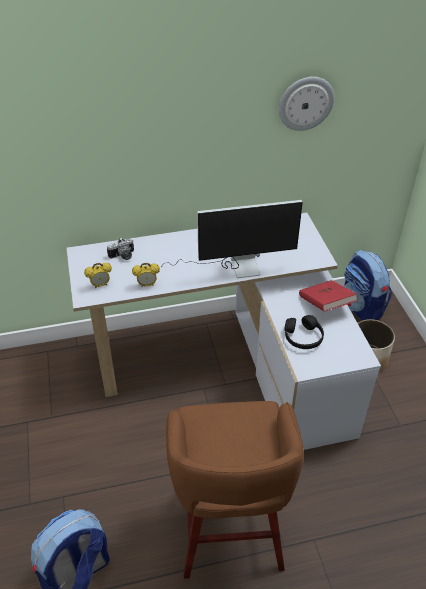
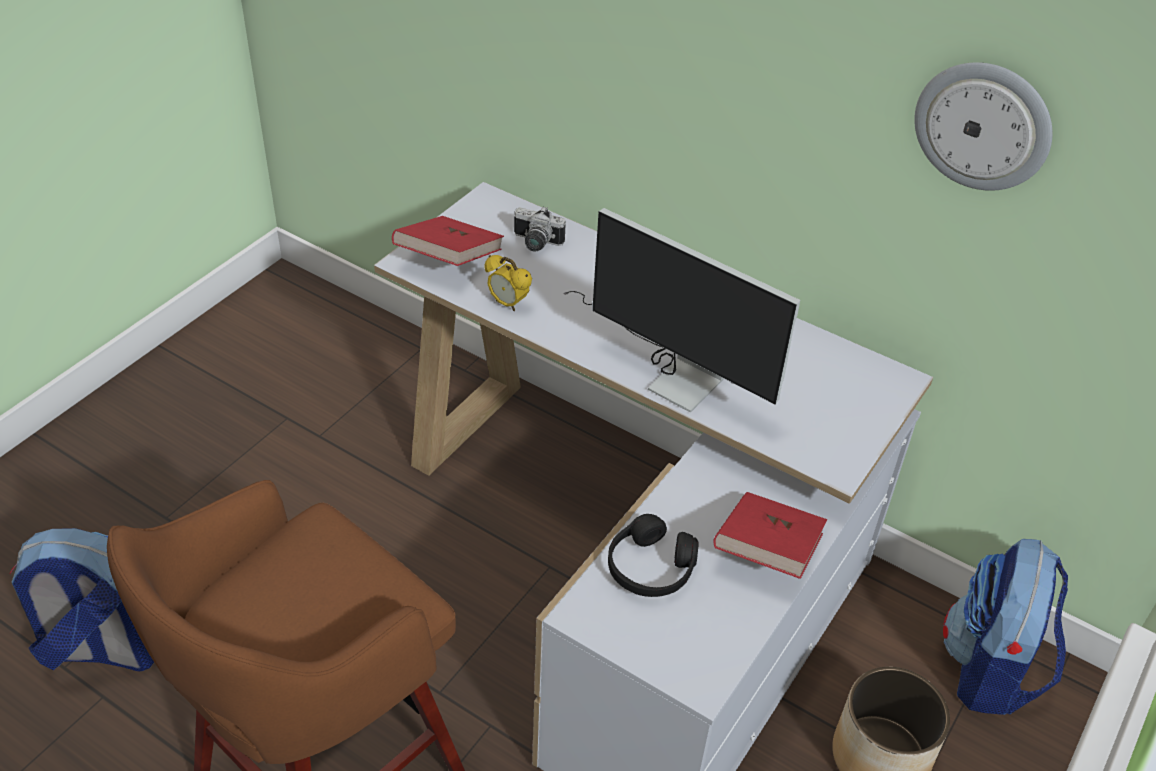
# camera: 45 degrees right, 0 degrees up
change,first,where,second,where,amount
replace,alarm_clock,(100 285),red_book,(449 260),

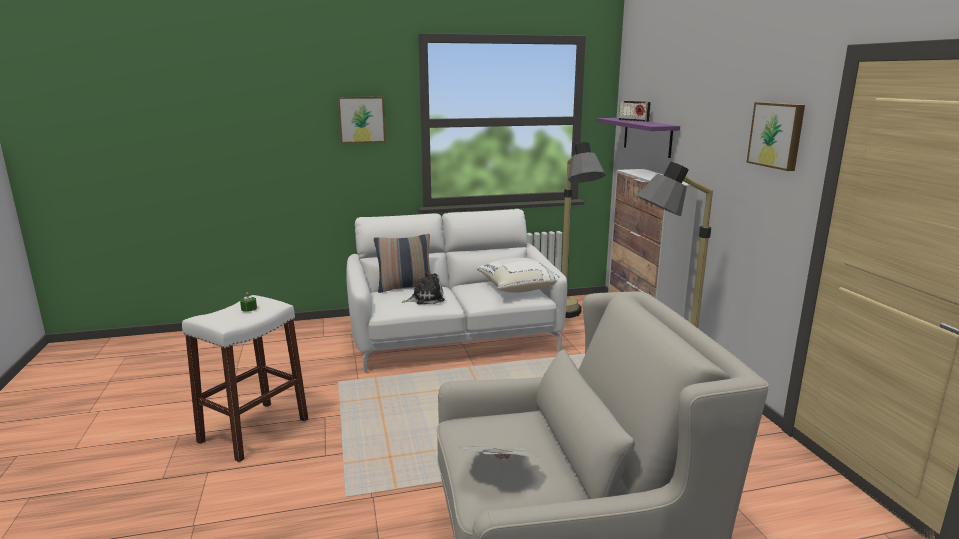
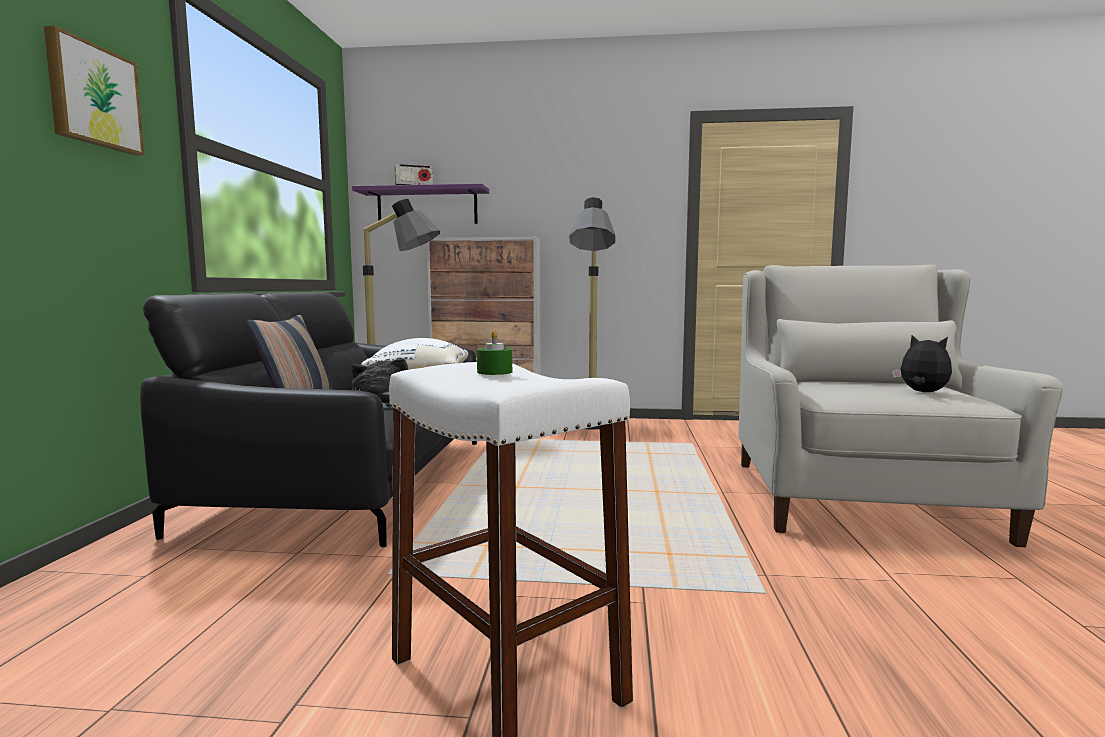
# camera: 70 degrees left, 10 degrees down
change,first,where,second,where,amount
delete,picture,(777 135),,,
replace,newspaper,(501 470),plush_toy,(922 392),
recolor,white_sofa,(454 337),black_sofa,(353 482),

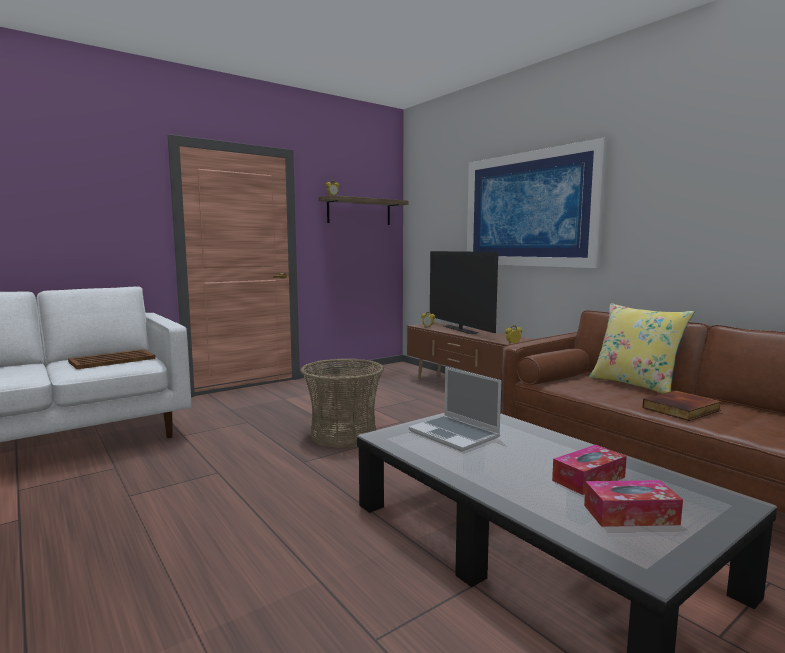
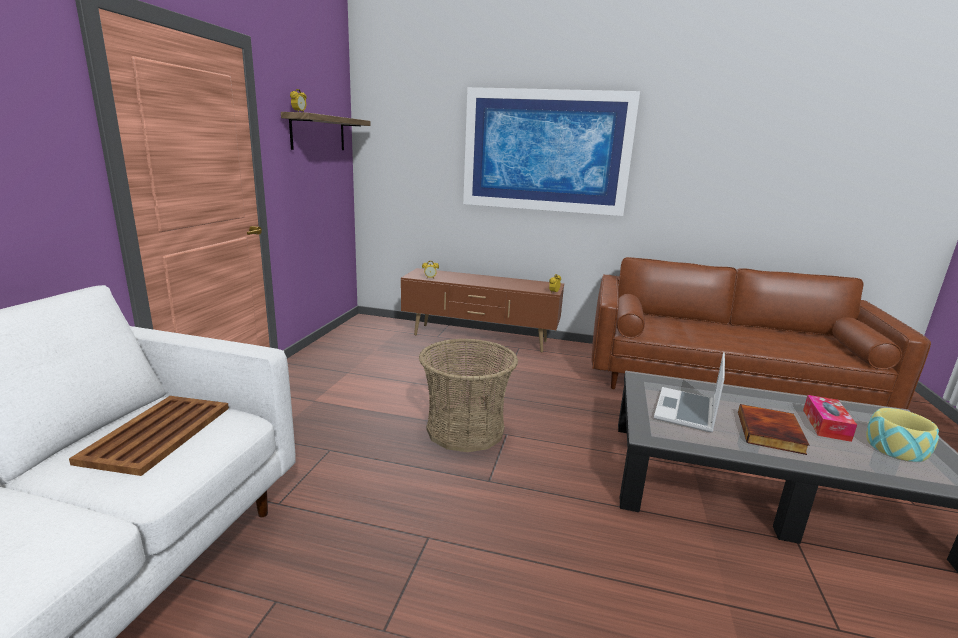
# camera: 40 degrees left, 10 degrees up
change,first,where,second,where,amount
delete,television,(460 330),,,
delete,yellow_pillow,(635 384),,,
move,book,(682 409),,(771 433),
replace,tissue_box,(630 515),bowl,(895 448),
rotate,laptop,(455 435),,(686 411),105 degrees clockwise

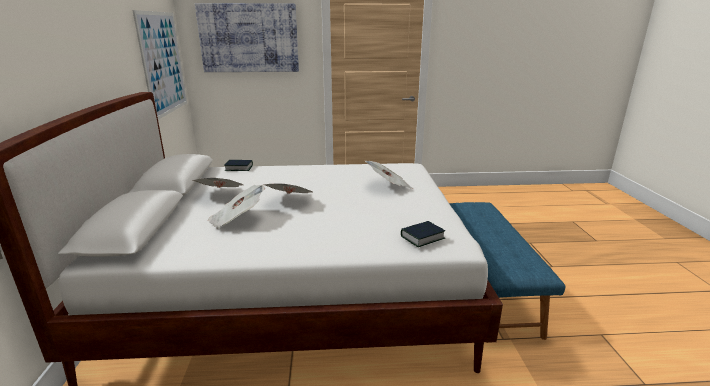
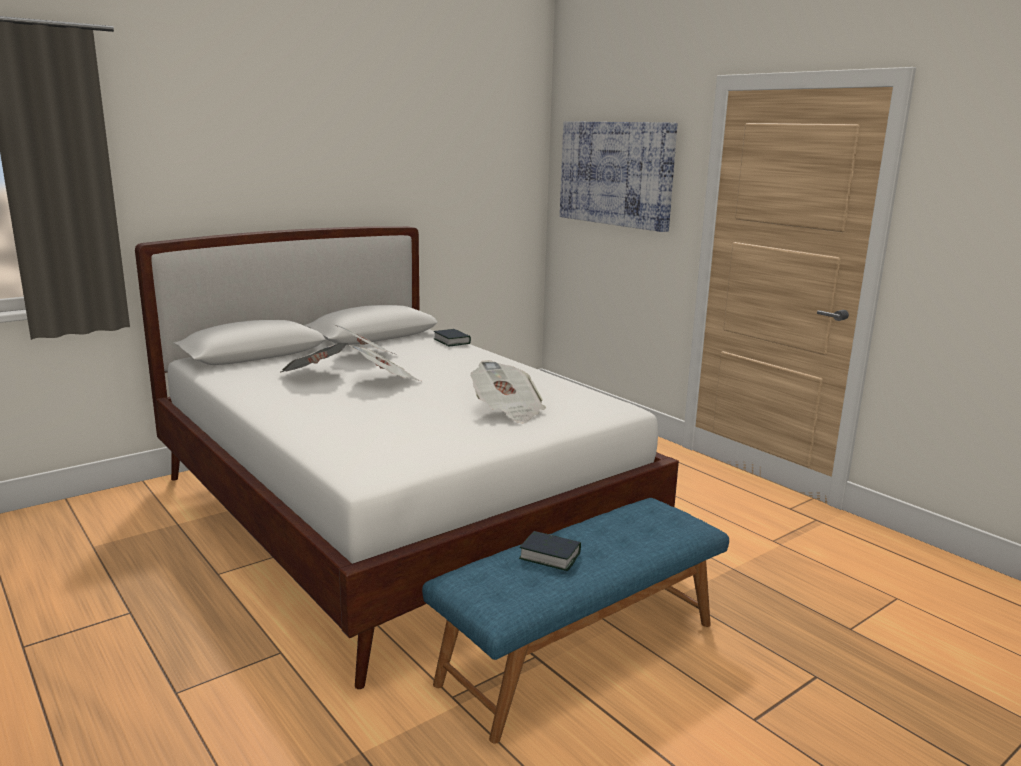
# camera: 55 degrees right, 5 degrees down
change,first,where,second,where,amount
delete,picture,(163 63),,,
move,book,(422 237),,(549 556),

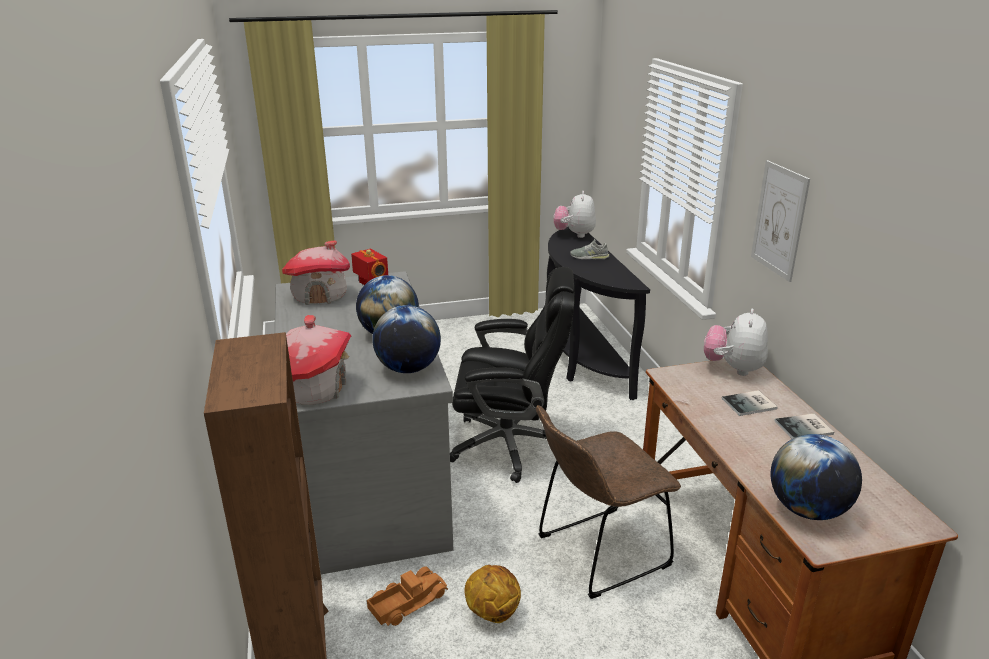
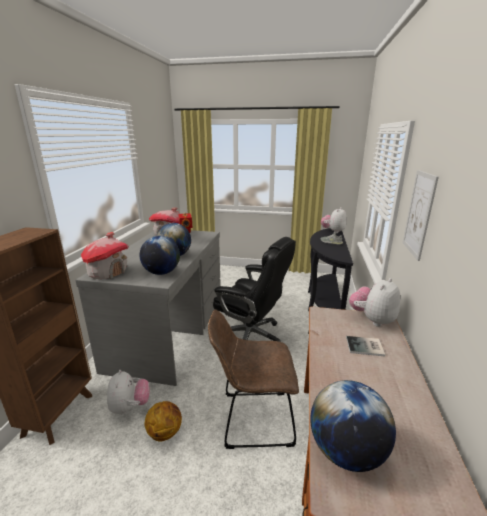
# camera: 25 degrees right, 5 degrees down
change,first,where,second,where,amount
delete,book,(805 428),,,
replace,toy_truck,(407 602),plush_toy,(130 407),

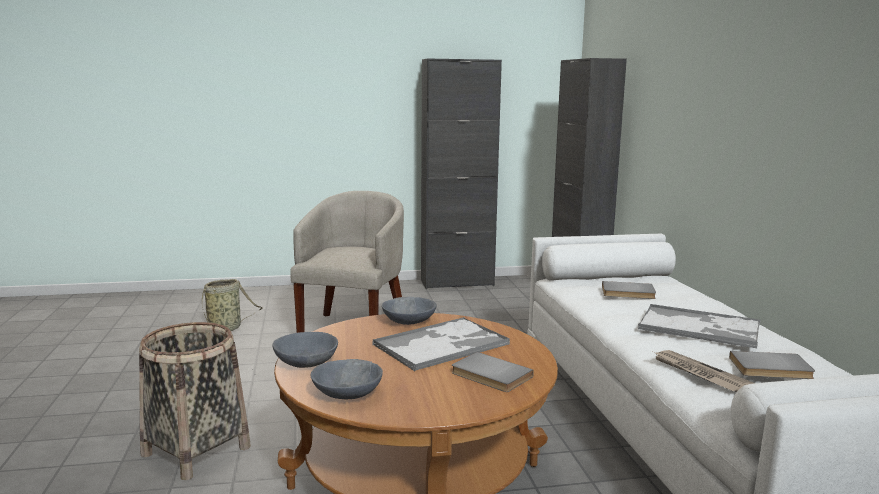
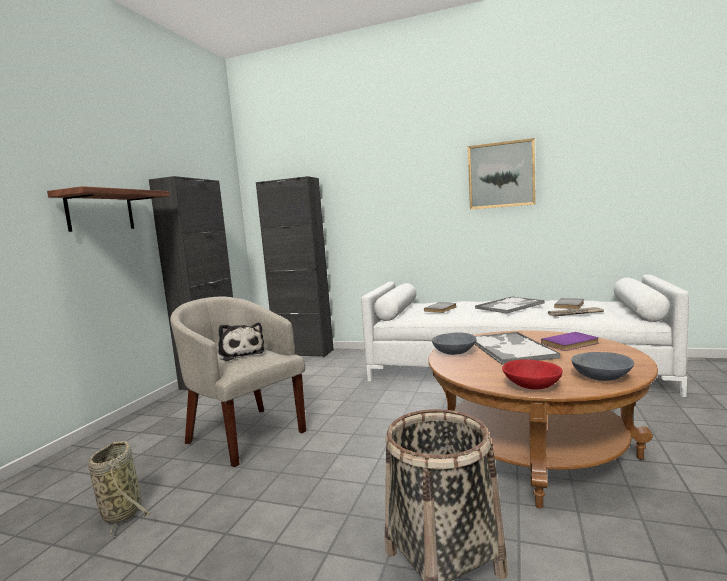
# camera: 60 degrees left, 5 degrees down
change,first,where,second,where,amount
insert,,,shelf,(100 211),
insert,,,plush_toy,(241 354),
insert,,,picture,(501 175),
recolor,grey_bowl,(306 362),red_bowl,(531 385),
recolor,grey_book,(490 375),purple_book,(571 344),

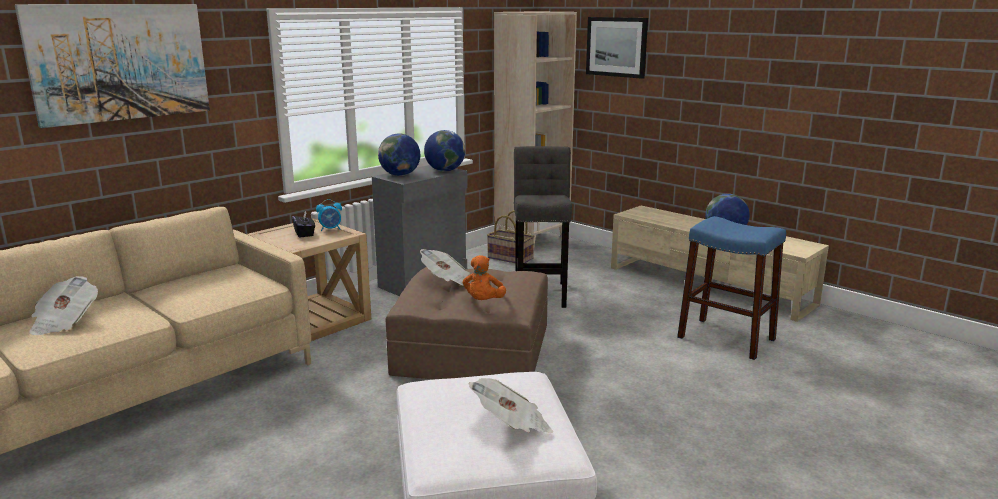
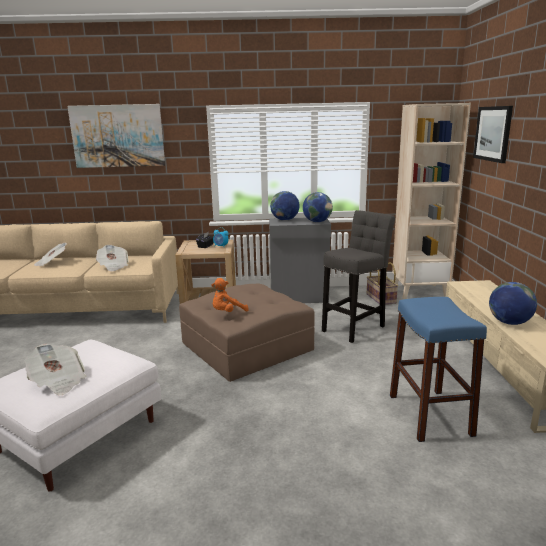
# camera: 45 degrees right, 0 degrees up
change,first,where,second,where,amount
move,newspaper,(446 280),,(113 266),

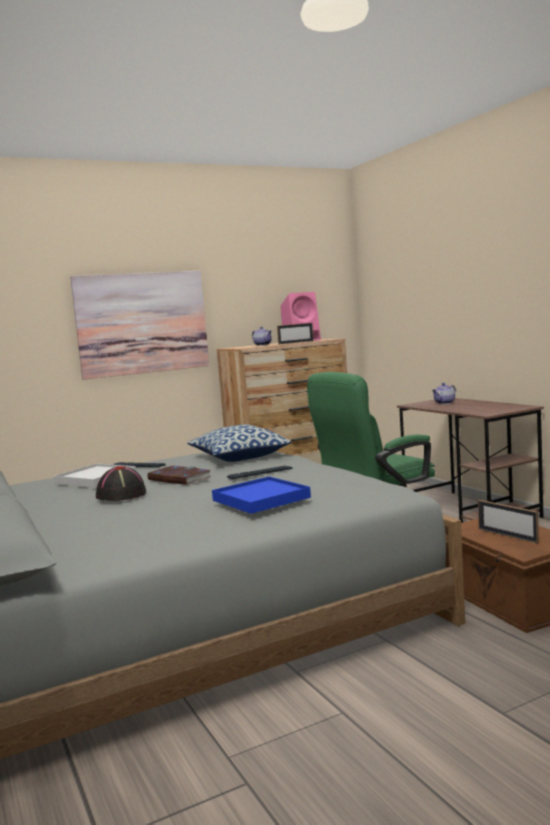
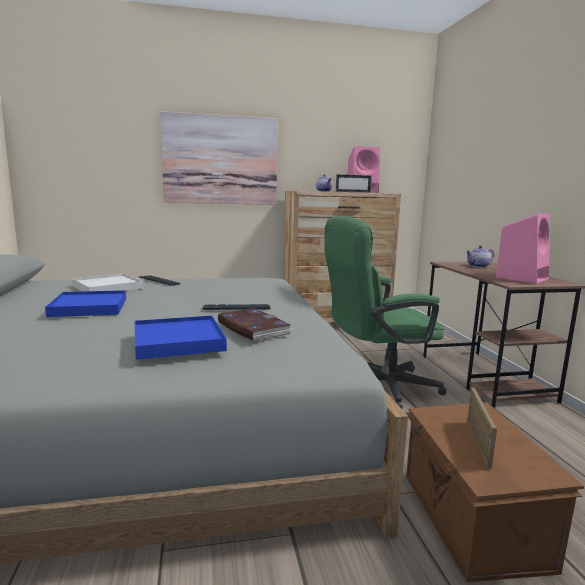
# camera: 15 degrees right, 5 degrees up
change,first,where,second,where,amount
delete,pillow,(239 457),,,
insert,,,pink_speaker,(522 278),
move,book,(179 478),,(252 328),
replace,black_hat,(121 495),blue_tray,(89 307),
rotate,picture_frame,(507 535),,(478 442),150 degrees counterclockwise

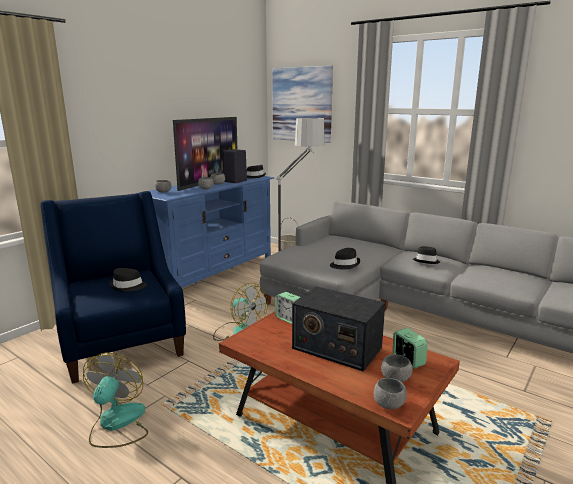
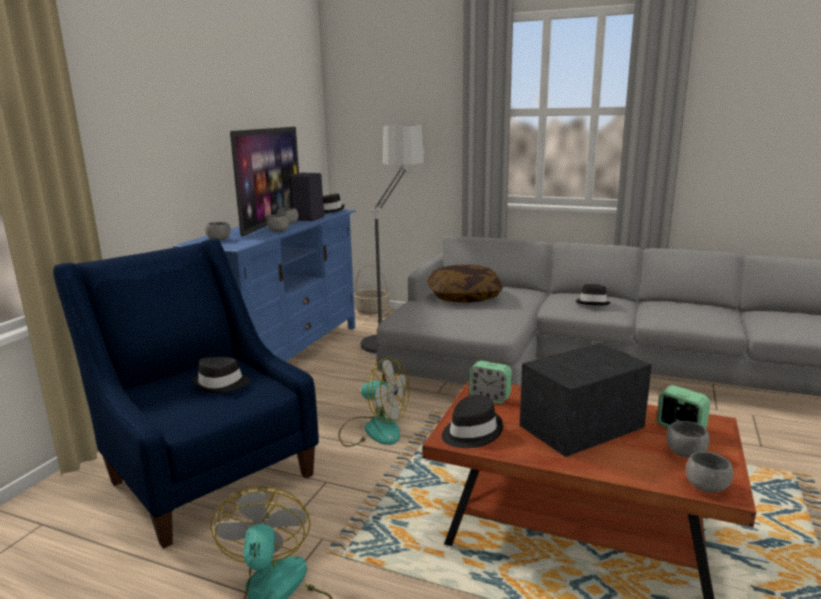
# camera: 15 degrees left, 0 degrees up
change,first,where,second,where,amount
delete,picture,(301 104),,,
insert,,,pillow,(464 296),
move,black_hat,(344 264),,(471 432),
rotate,radio,(336 348),,(582 426),135 degrees clockwise

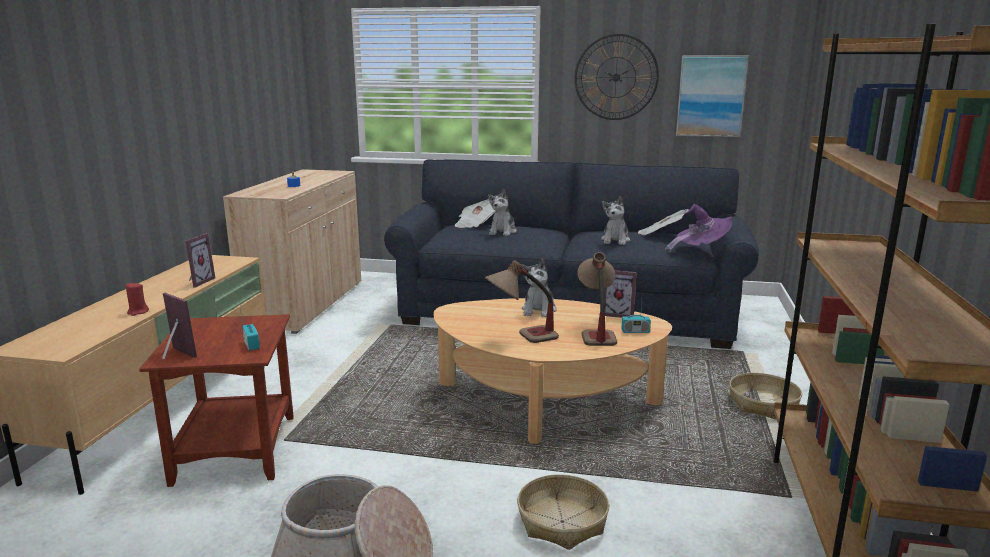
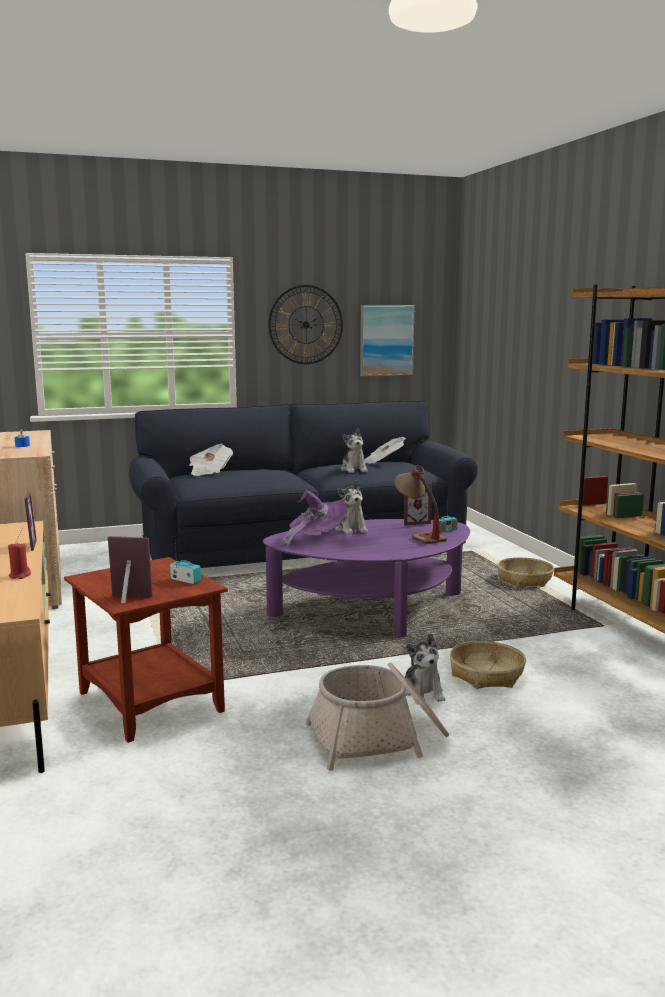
# camera: 30 degrees left, 5 degrees down
change,first,where,second,where,amount
delete,table_lamp,(521 339),,,
move,plush_toy,(503 232),,(423 693),
move,purple_hat,(700 250),,(315 539),
recolor,beige_coffee_table,(545 402),purple_coffee_table,(373 610),

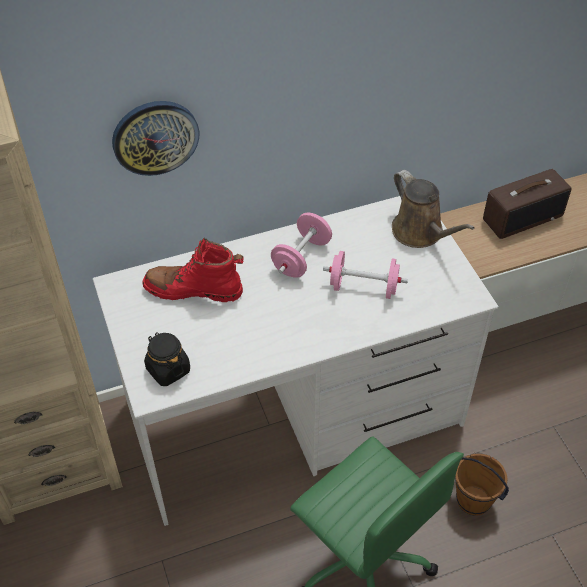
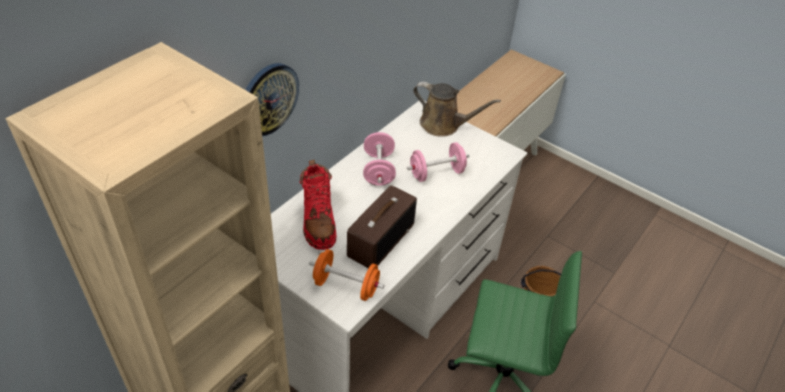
# camera: 35 degrees left, 5 degrees down
change,first,where,second,where,amount
move,radio,(522 217),,(380 239),
replace,black_jar,(168 369),orange_dumbbell,(346 286),
rotate,red_boot,(194 289),,(318 222),75 degrees counterclockwise

